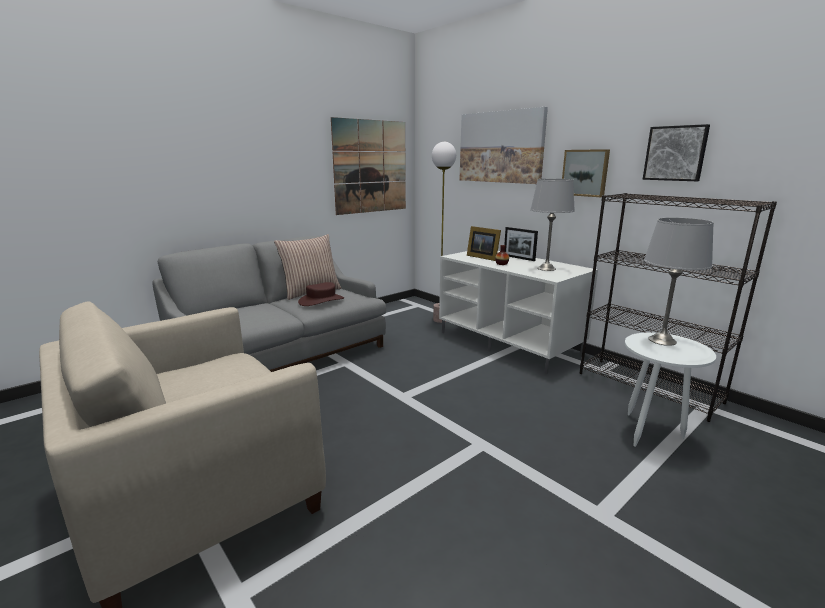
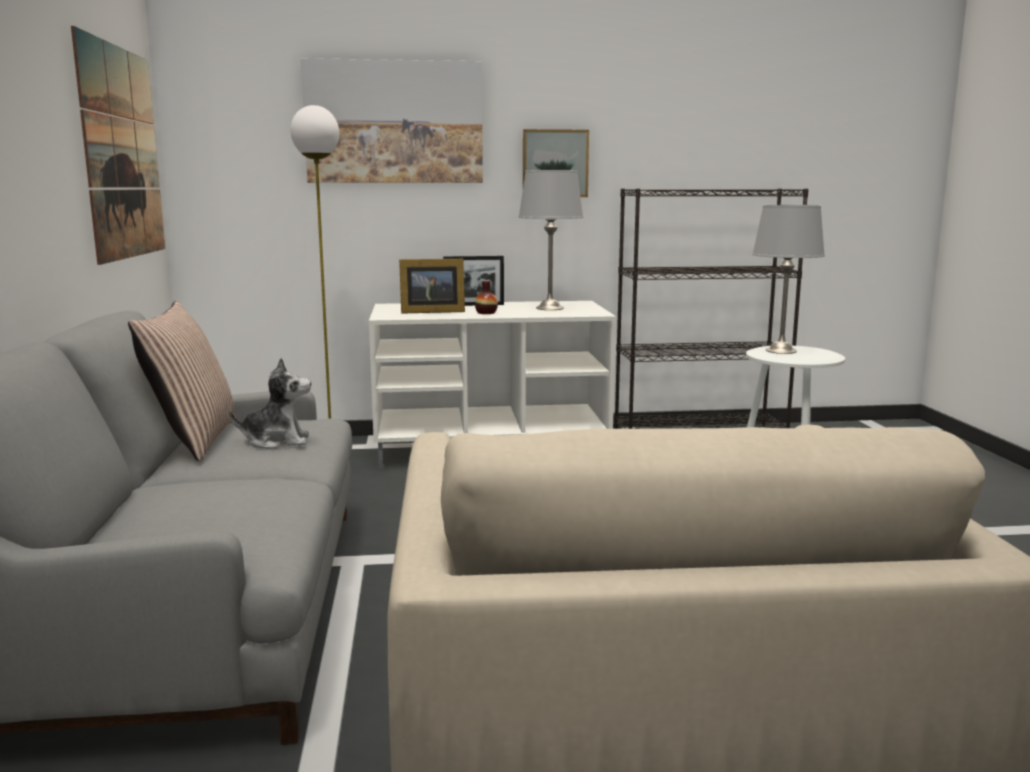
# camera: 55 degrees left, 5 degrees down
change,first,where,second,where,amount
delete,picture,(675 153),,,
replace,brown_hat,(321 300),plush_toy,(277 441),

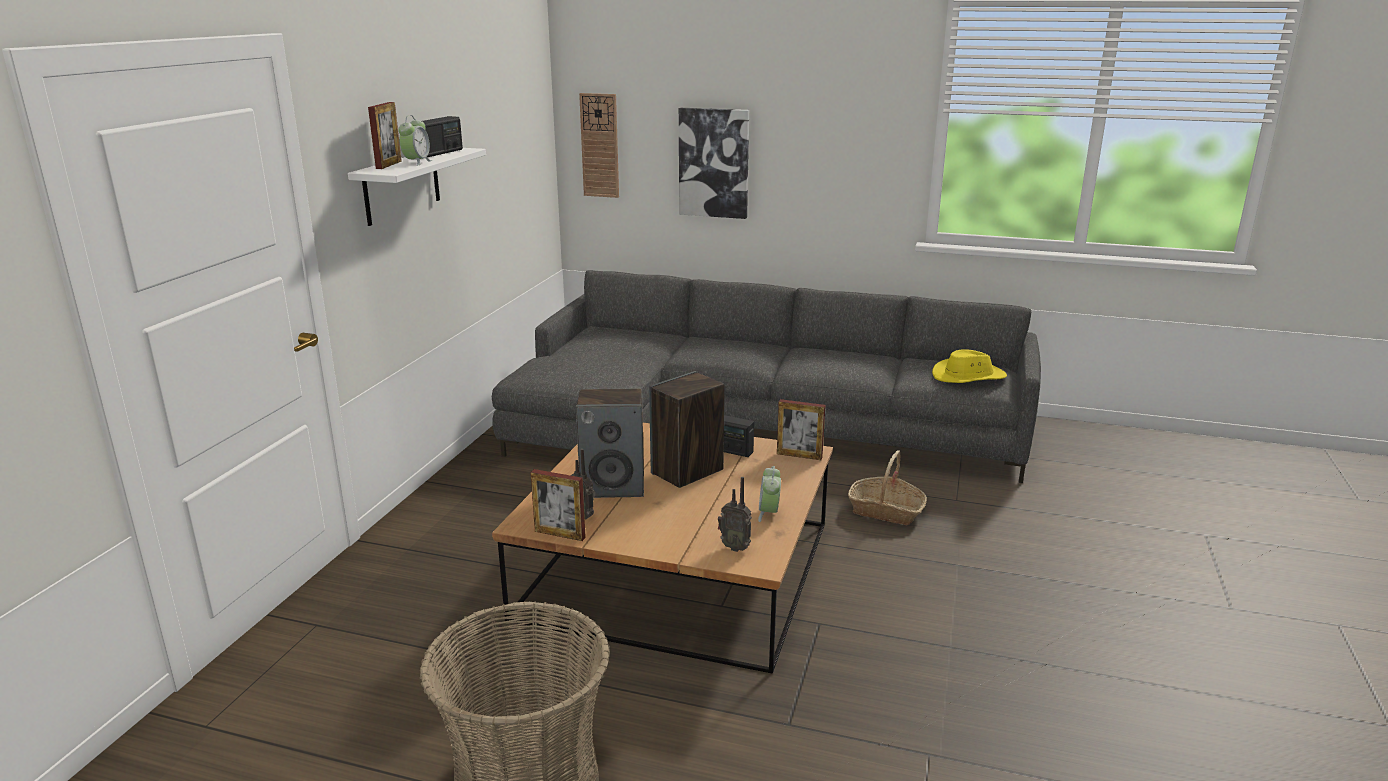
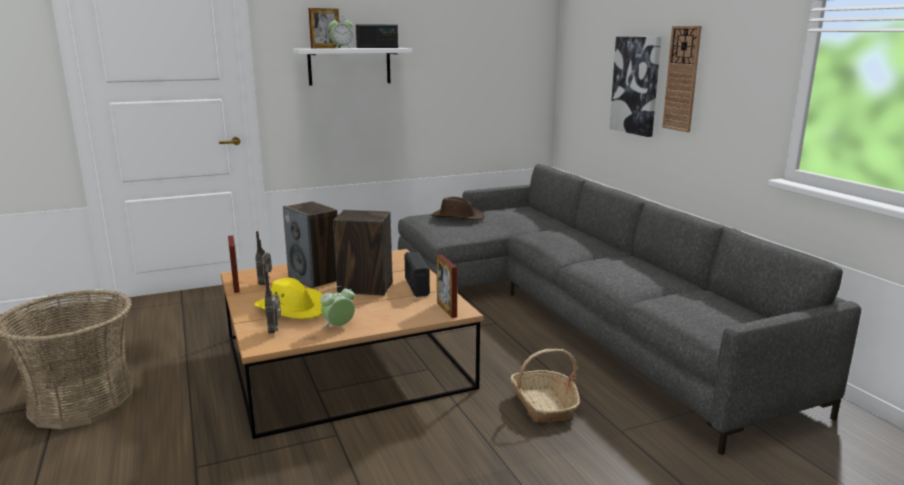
# camera: 50 degrees right, 5 degrees down
change,first,where,second,where,amount
insert,,,brown_hat,(457 217),
move,wall_clock,(600 145),,(682 79),
move,yellow_hat,(968 376),,(292 308),

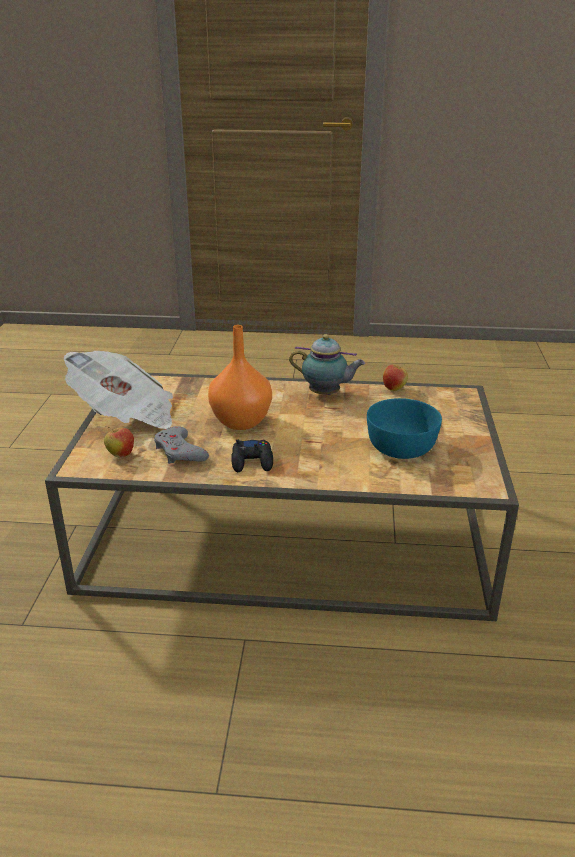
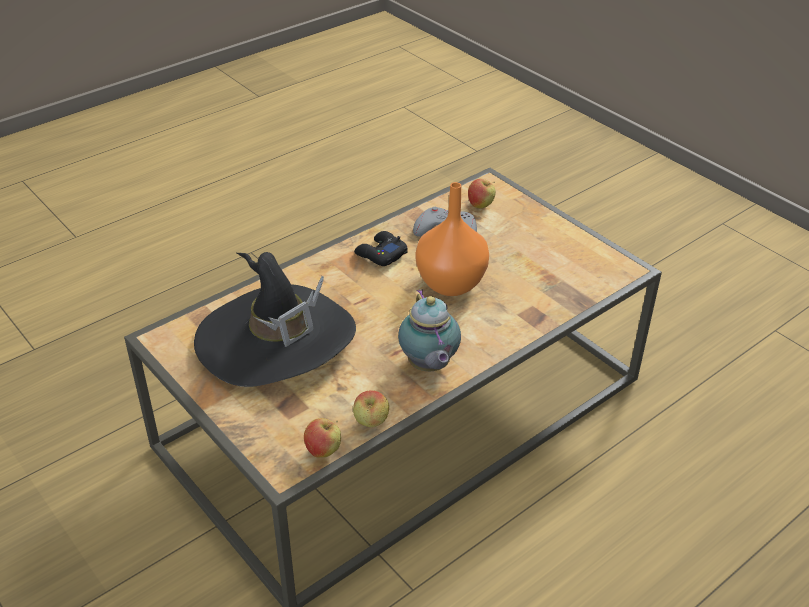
# camera: 135 degrees right, 10 degrees up
change,first,where,second,where,amount
delete,newspaper,(126 415),,,
insert,,,apple,(323 451),
replace,turquoise_bowl,(402 447),black_hat,(276 340),
rotate,teapot,(326 394),,(428 366),75 degrees counterclockwise

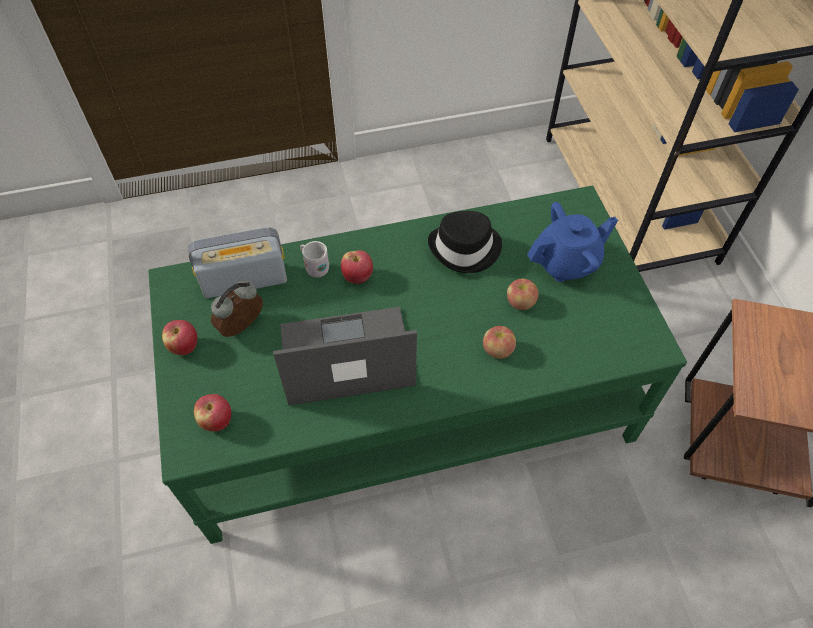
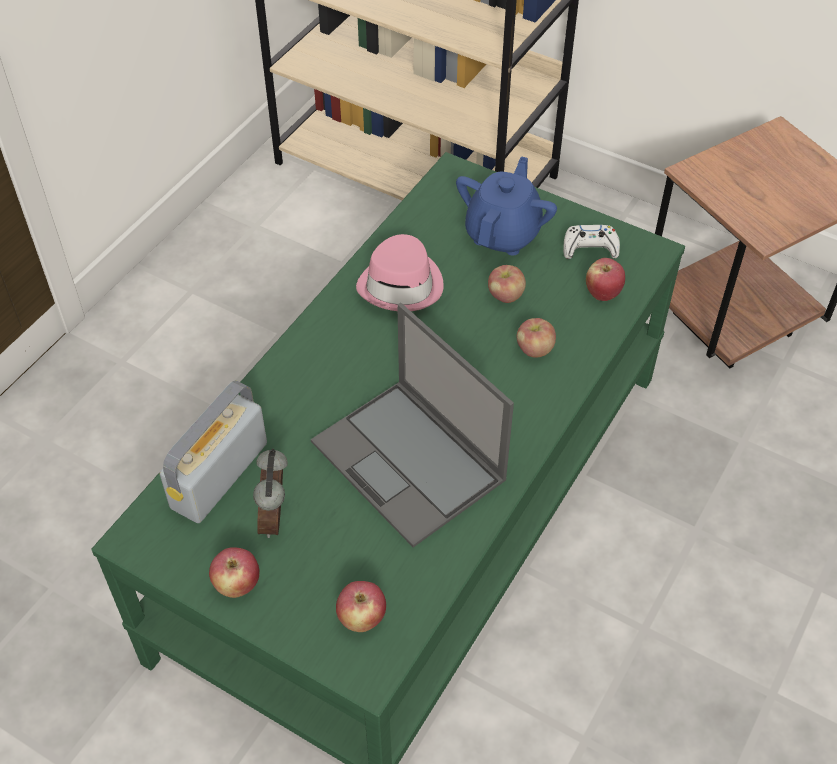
# camera: 45 degrees left, 5 degrees down
change,first,where,second,where,amount
delete,white_mug,(315 268),,,
insert,,,white_game_controller,(589 248),
move,apple,(358 277),,(602 293),
recolor,black_hat,(465 249),pink_hat,(402 285),
rotate,laptop,(344 356),,(410 462),75 degrees counterclockwise

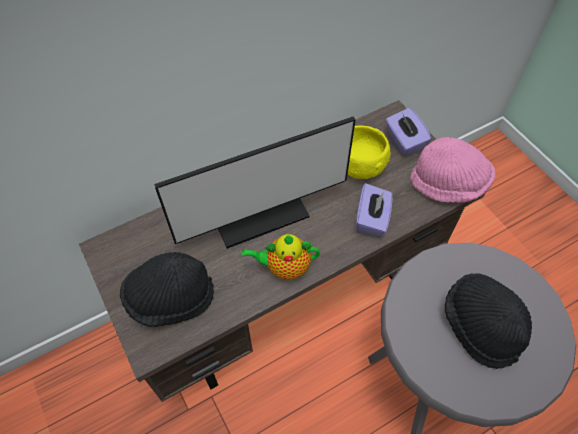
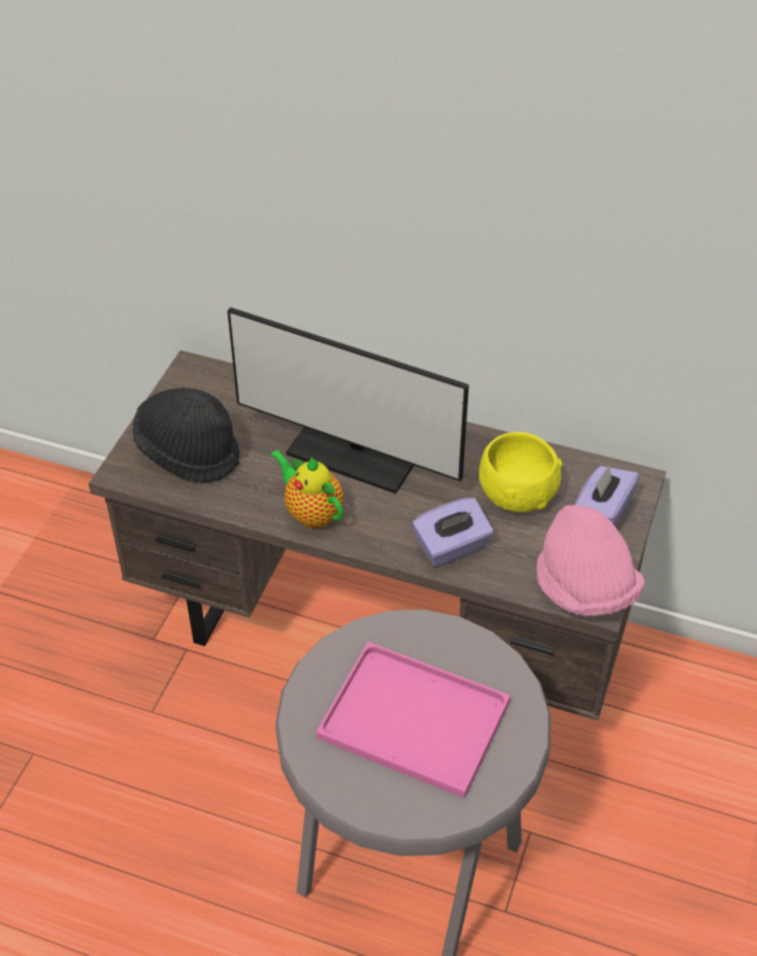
# camera: 50 degrees right, 10 degrees down
change,first,where,second,where,amount
replace,black_hat,(480 326),pink_tray,(410 720),

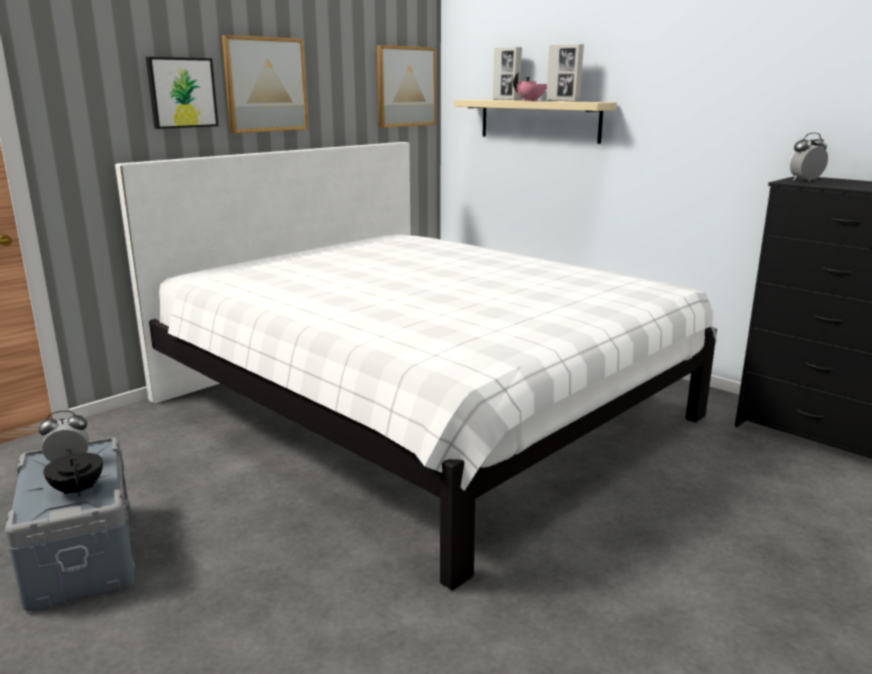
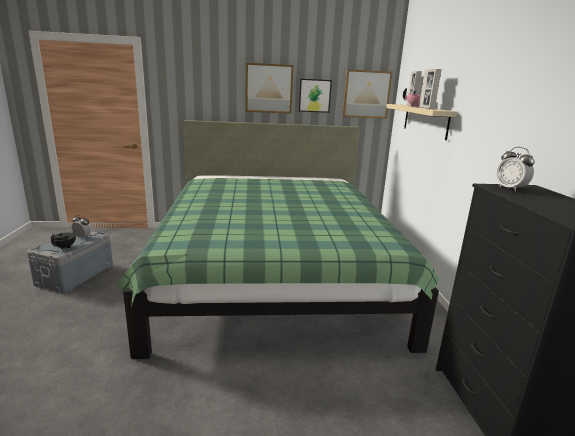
# camera: 40 degrees right, 0 degrees up
change,first,where,second,where,amount
move,picture,(181 92),,(314 95),
recolor,white_bed,(421 410),green_bed,(273 275),
rotate,alarm_clock,(805 181),,(510 189),135 degrees counterclockwise

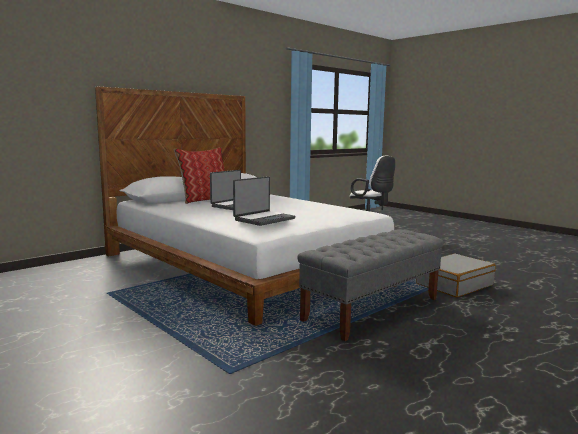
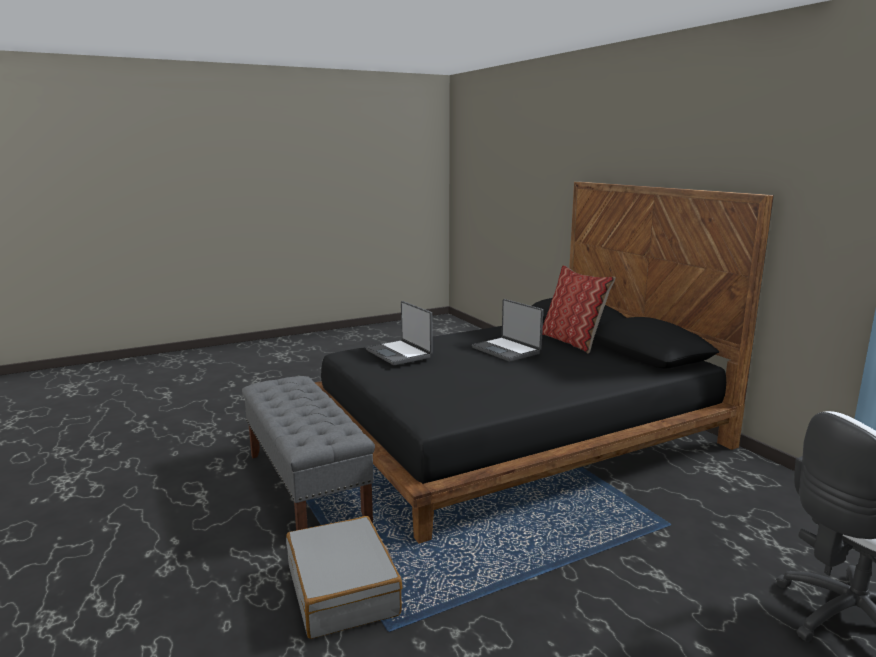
# camera: 105 degrees right, 5 degrees up
change,first,where,second,where,amount
recolor,white_bed,(247 264),black_bed,(515 435),

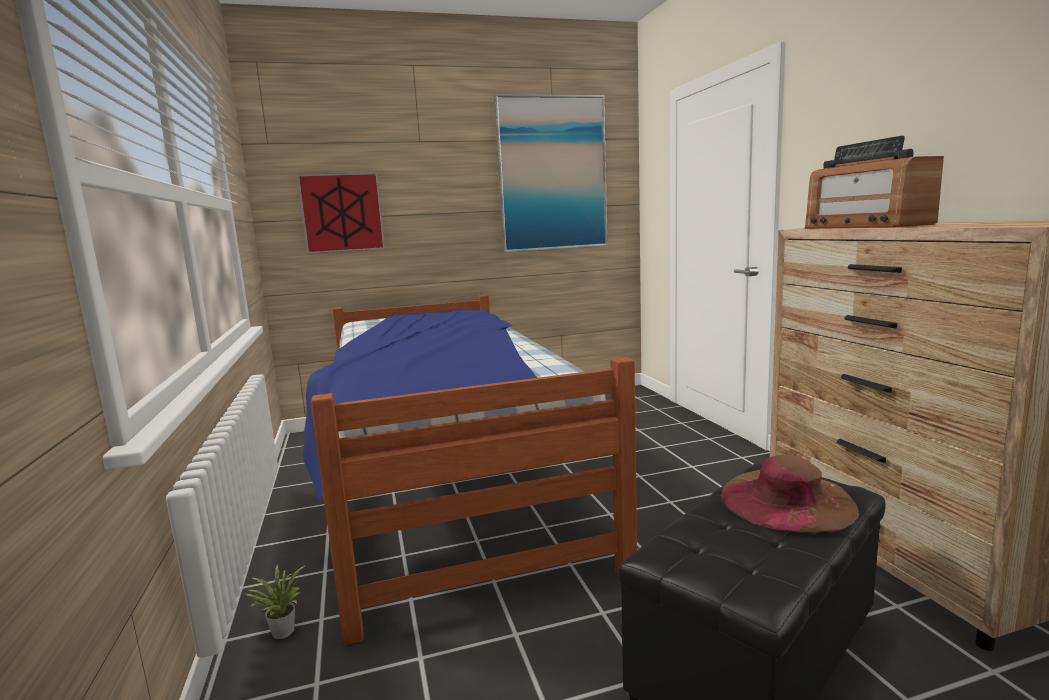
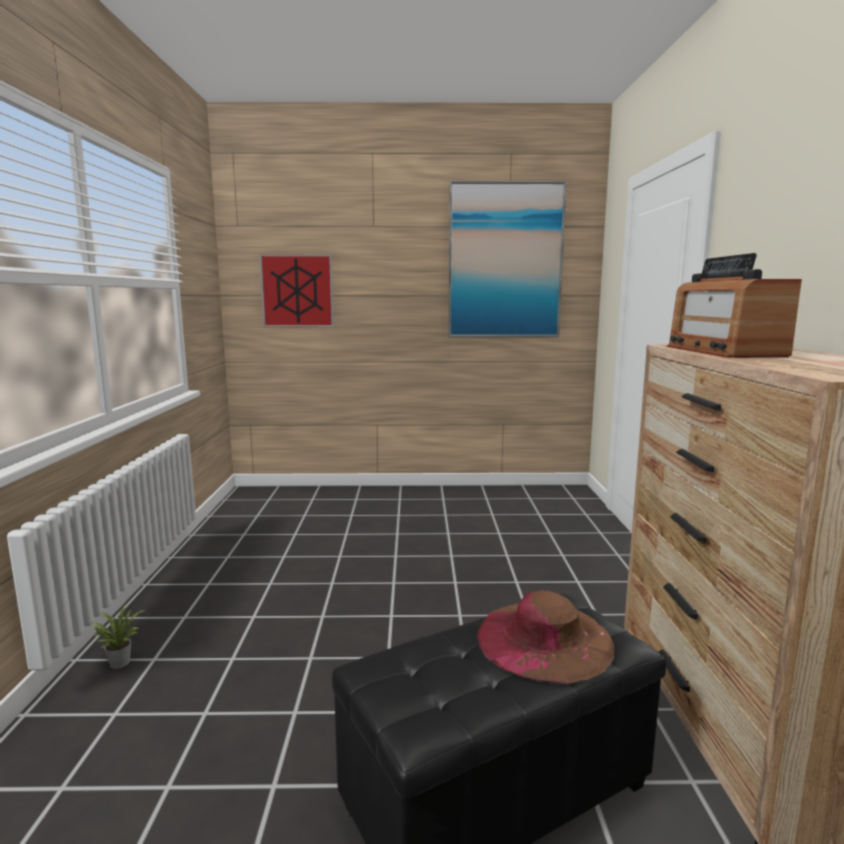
# camera: 15 degrees right, 0 degrees up
change,first,where,second,where,amount
delete,bed,(445 479),,,

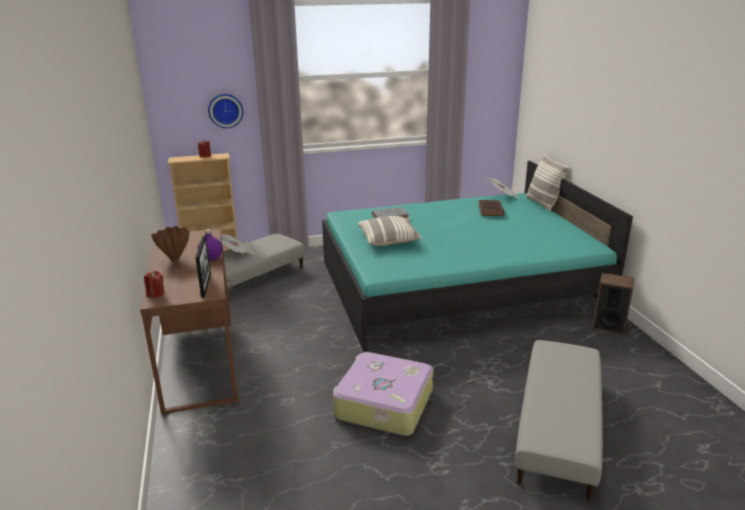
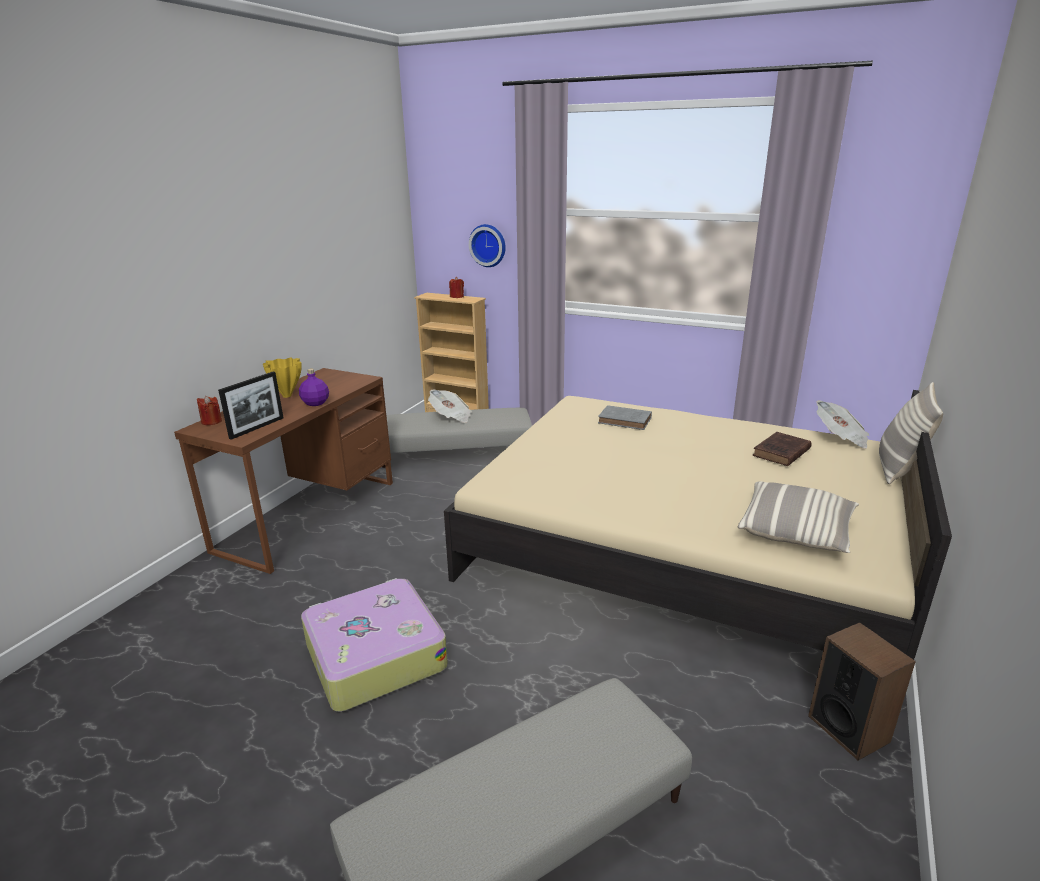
# camera: 40 degrees right, 0 degrees up
change,first,where,second,where,amount
move,pillow,(389 240),,(795 531),
recolor,brown_vase,(175 260),yellow_vase,(287 396),
recolor,turquoise_bed,(457 284),beige_bed,(682 548),

